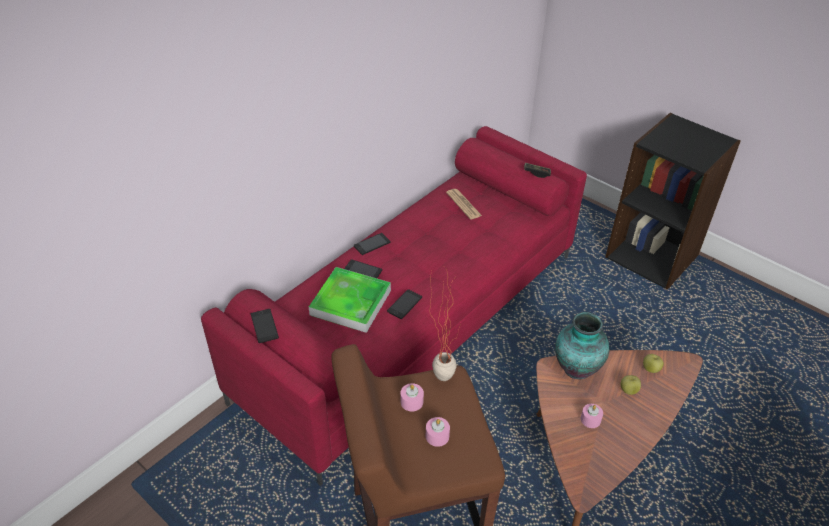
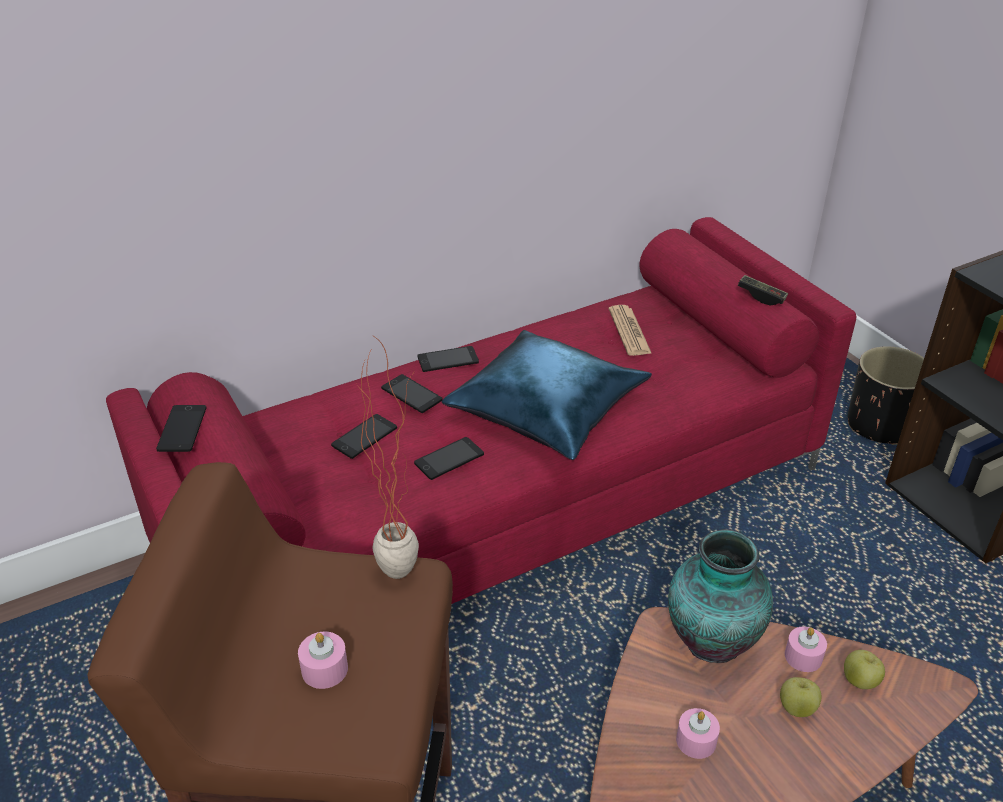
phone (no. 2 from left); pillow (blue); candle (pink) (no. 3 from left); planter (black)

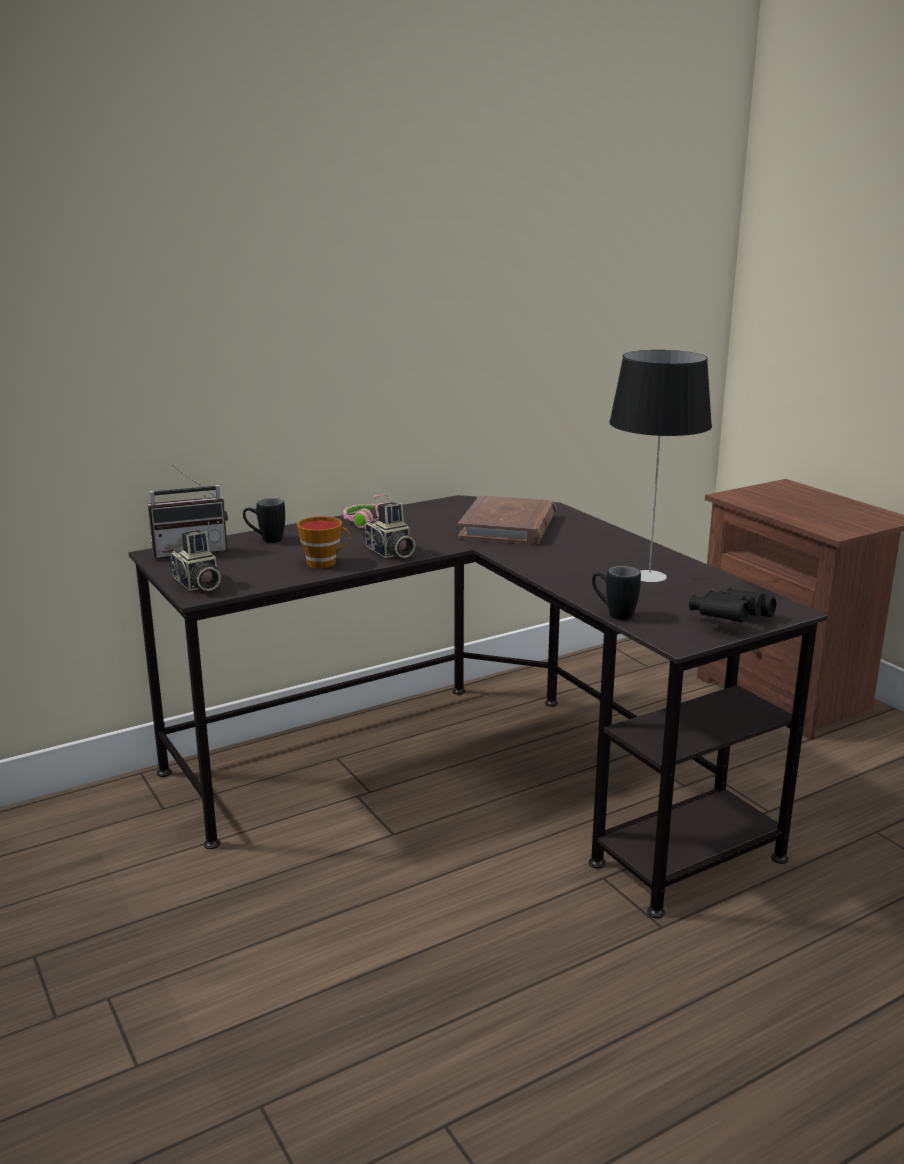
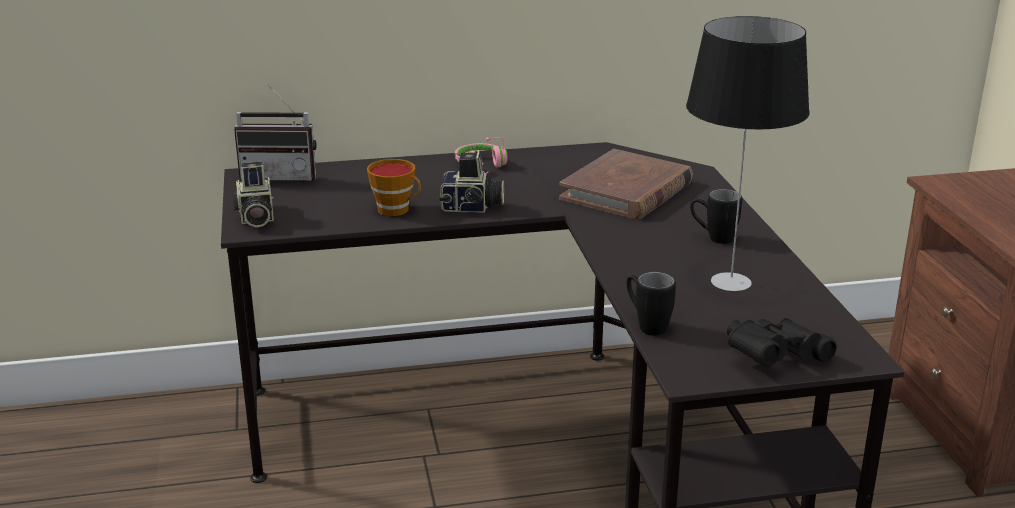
photo camera (no. 2 from left); mug (black) (no. 2 from left)

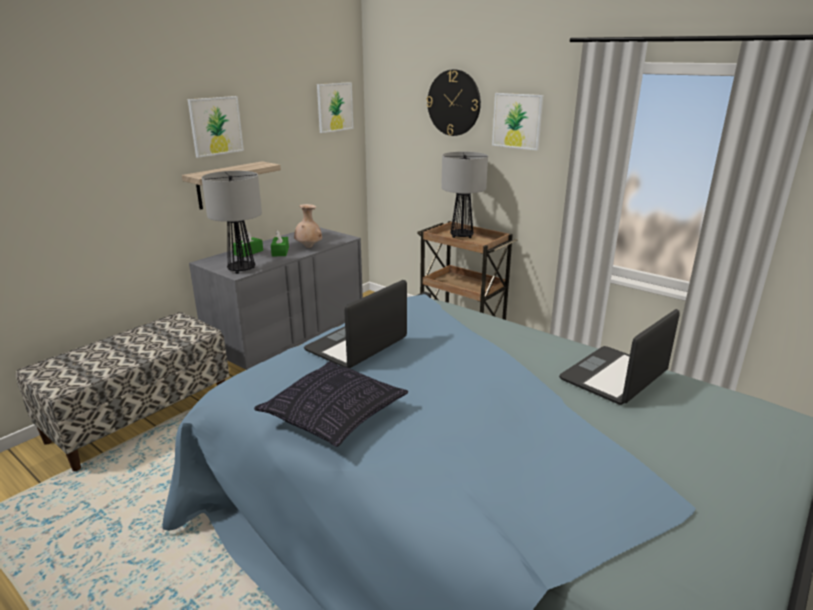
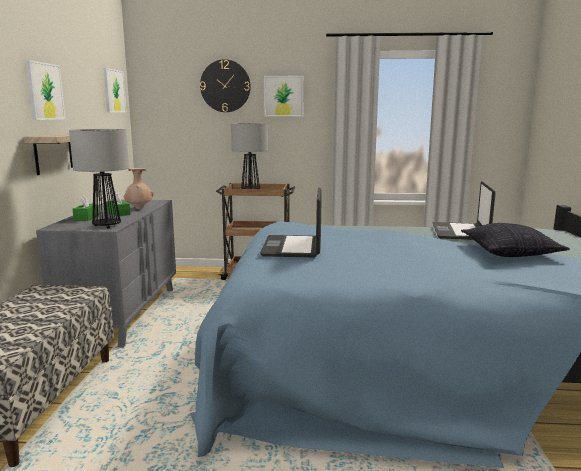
pillow

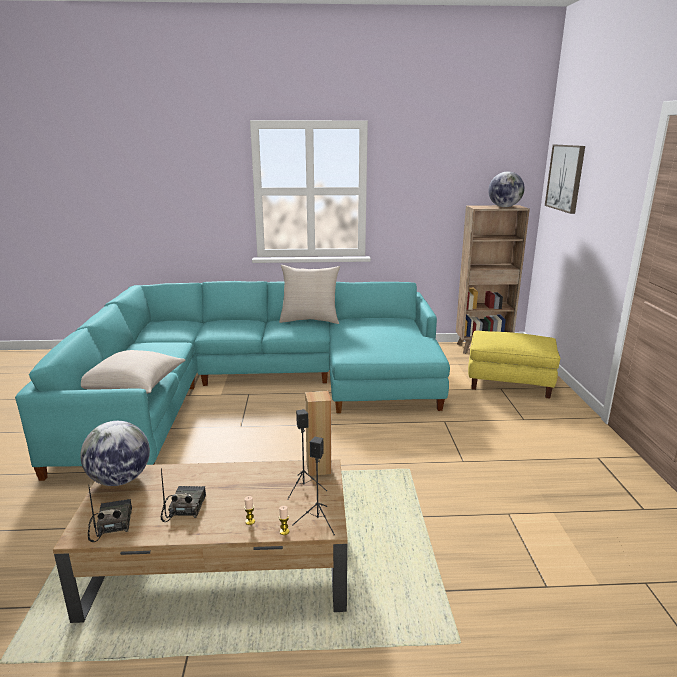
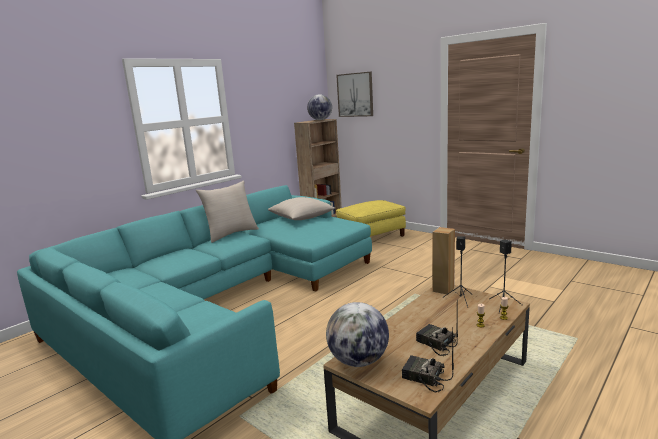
pillow (beige) (no. 2 from left)

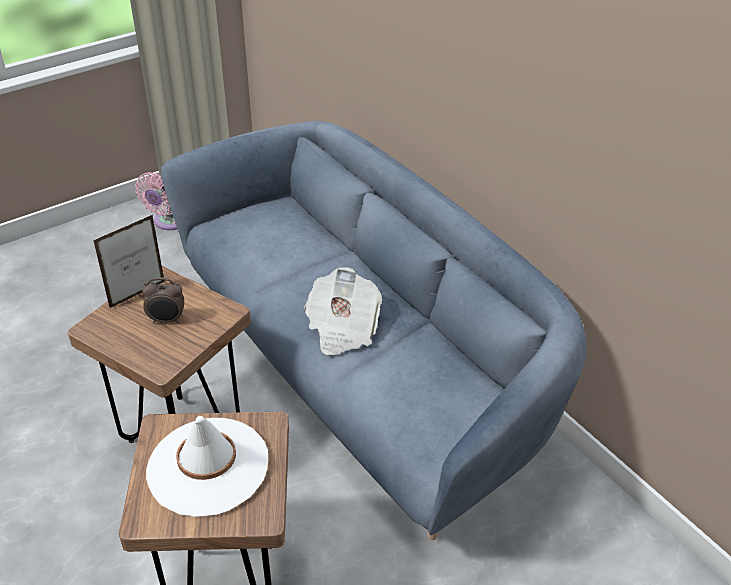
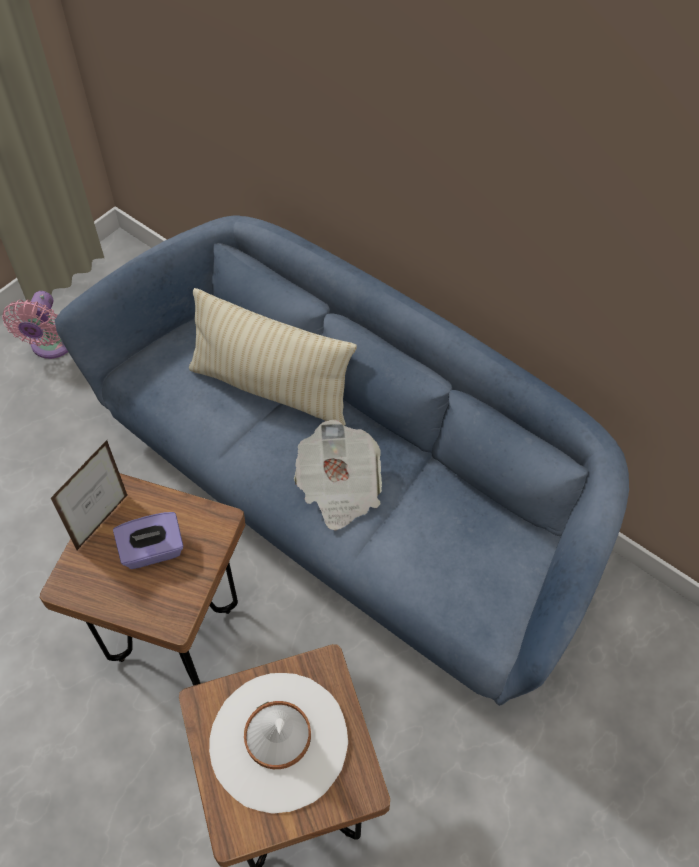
tissue box (purple); pillow (beige)

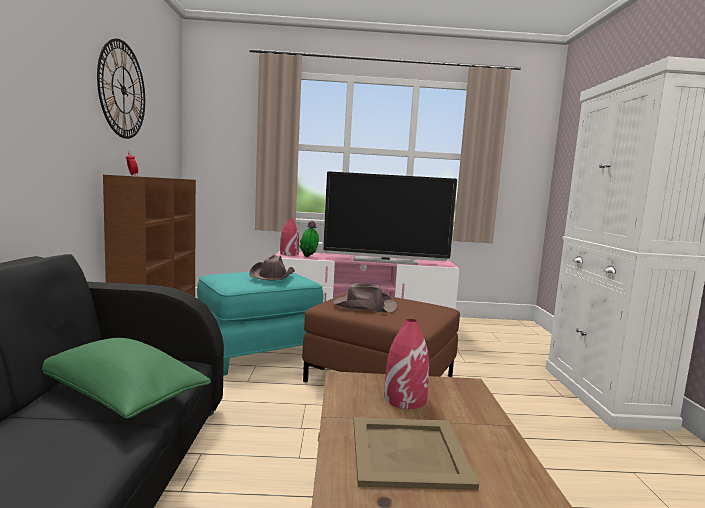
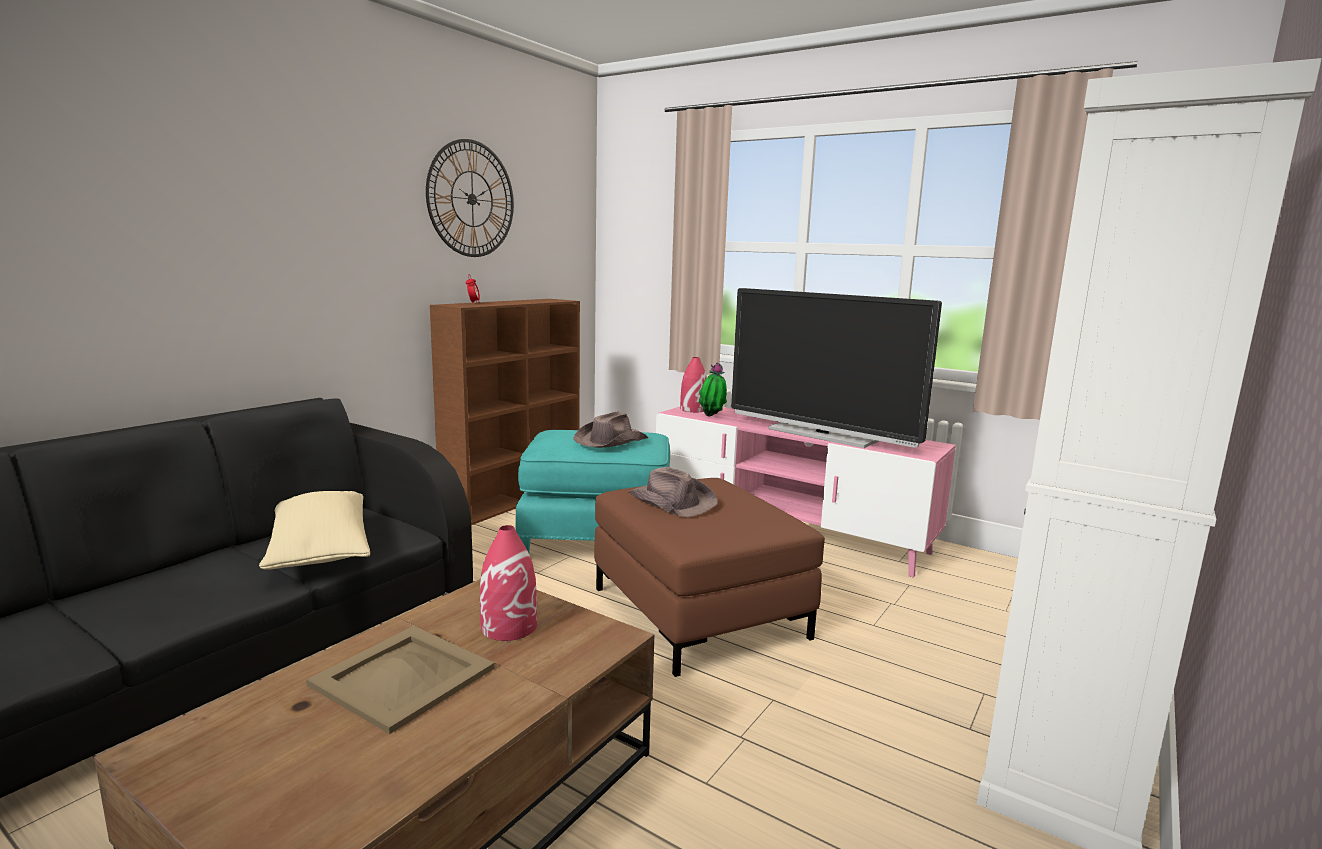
pillow (beige)

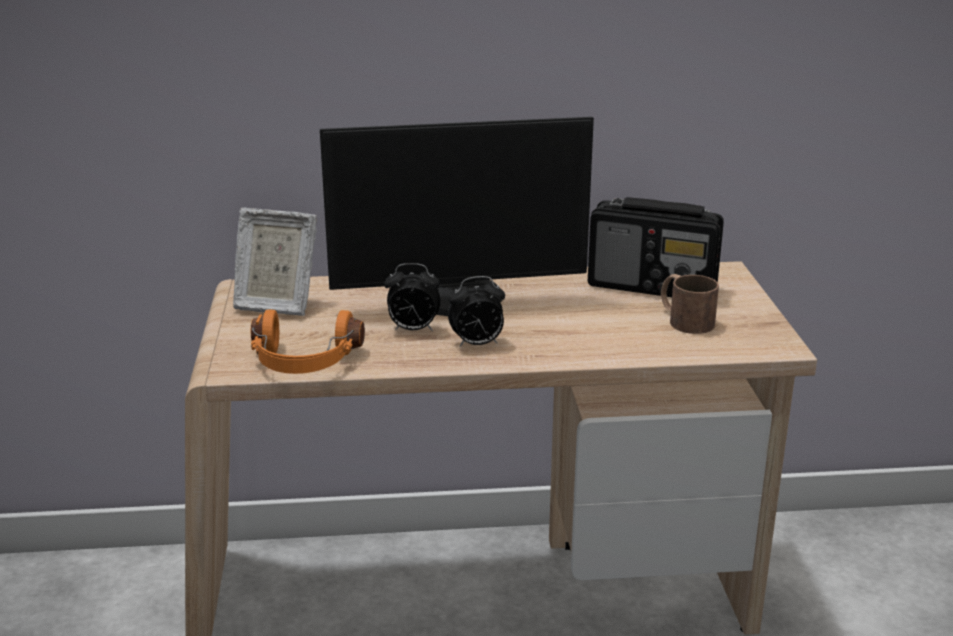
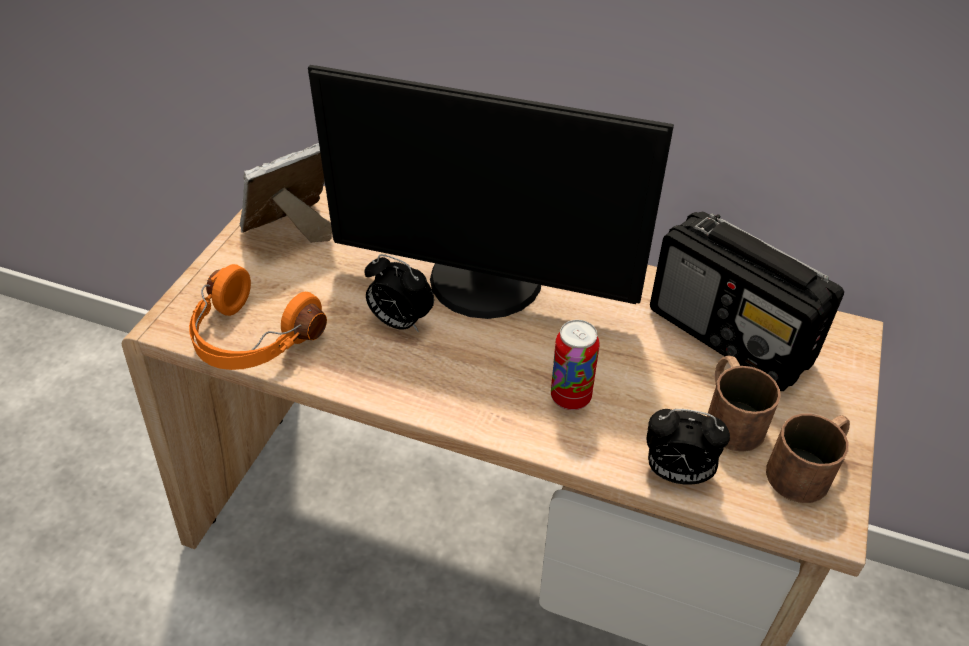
picture frame; can; alarm clock (no. 2 from left); mug (brown) (no. 2 from left)

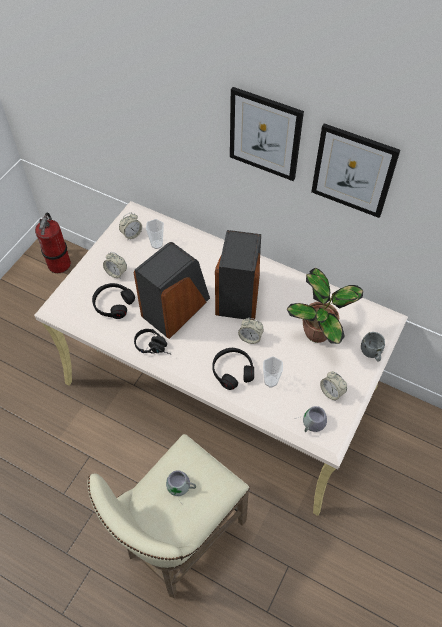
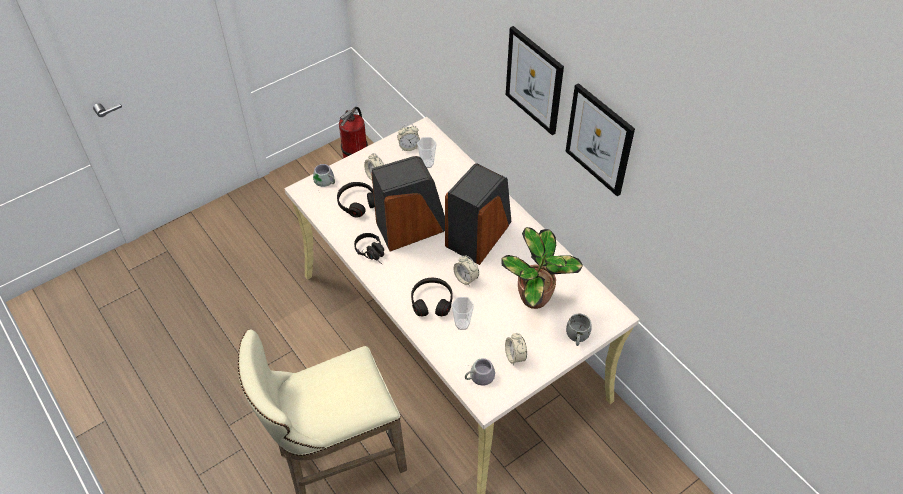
mug (grey) (no. 1 from left)

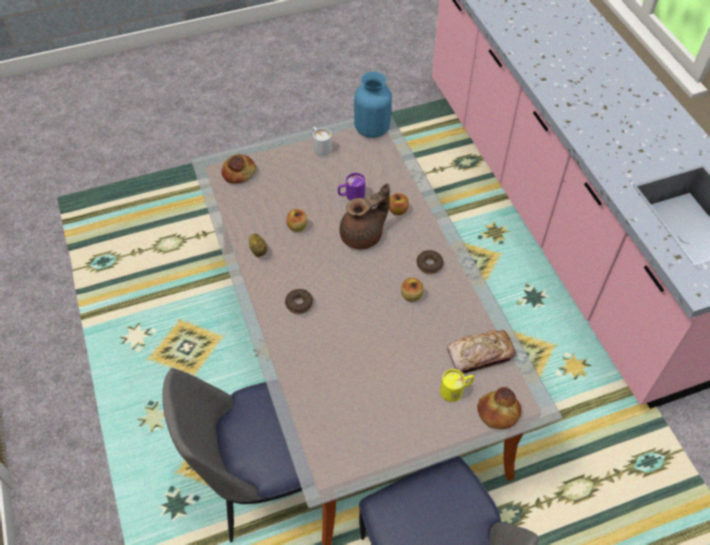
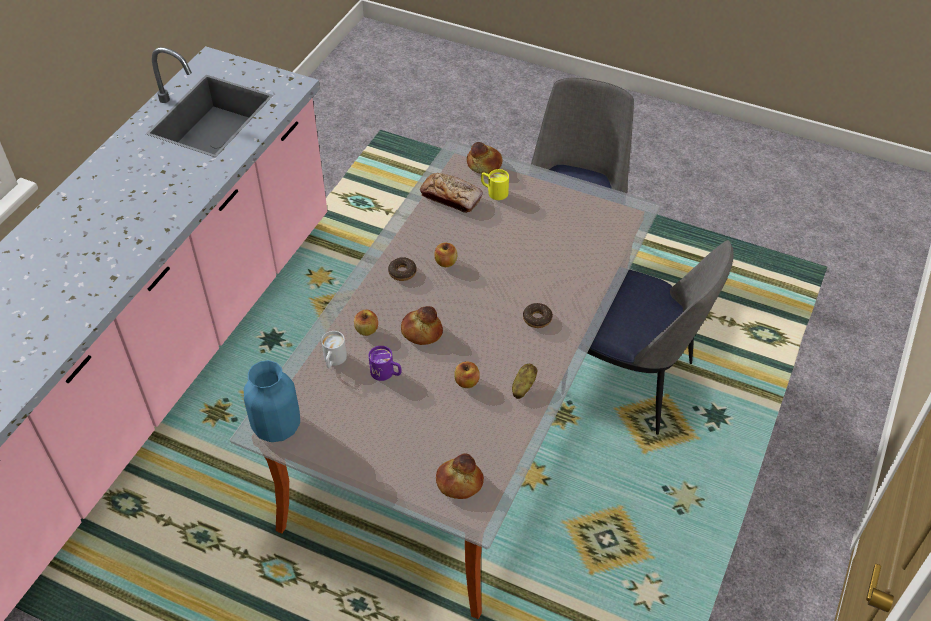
mug (white); bread (no. 1 from left)

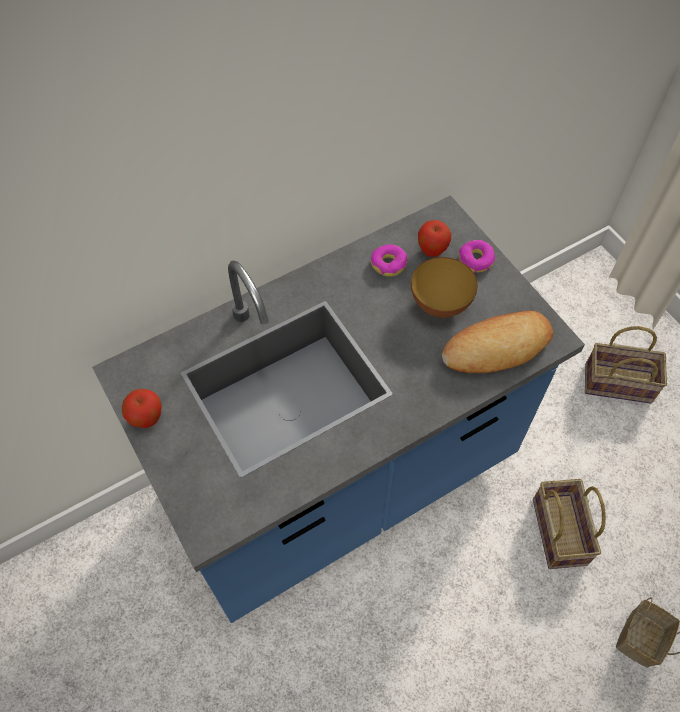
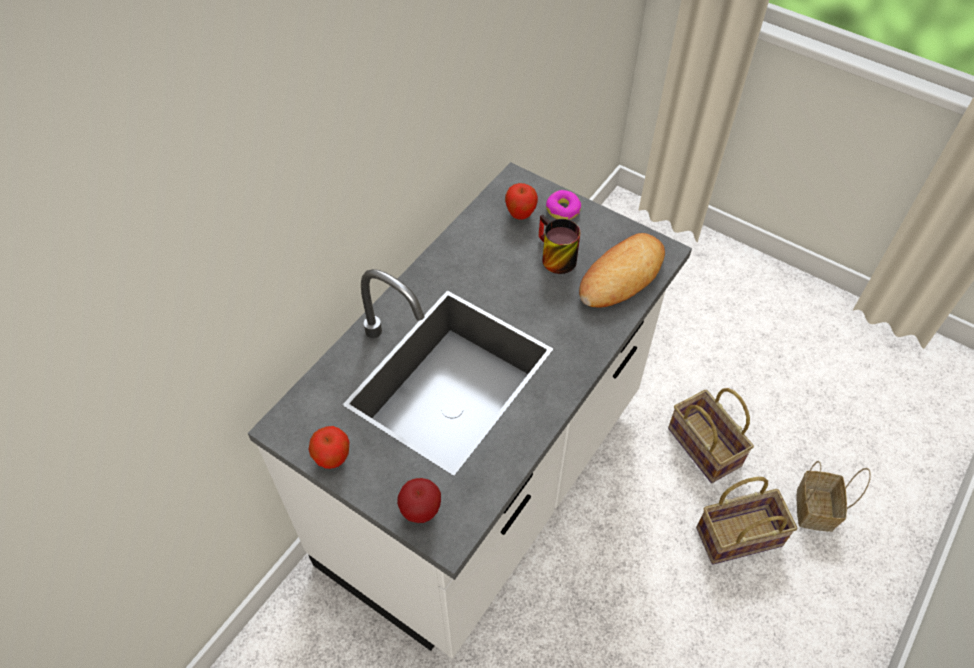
counter (white); apple (no. 2 from left); mug; basket (no. 2 from left); donut (no. 1 from left in the first image)

